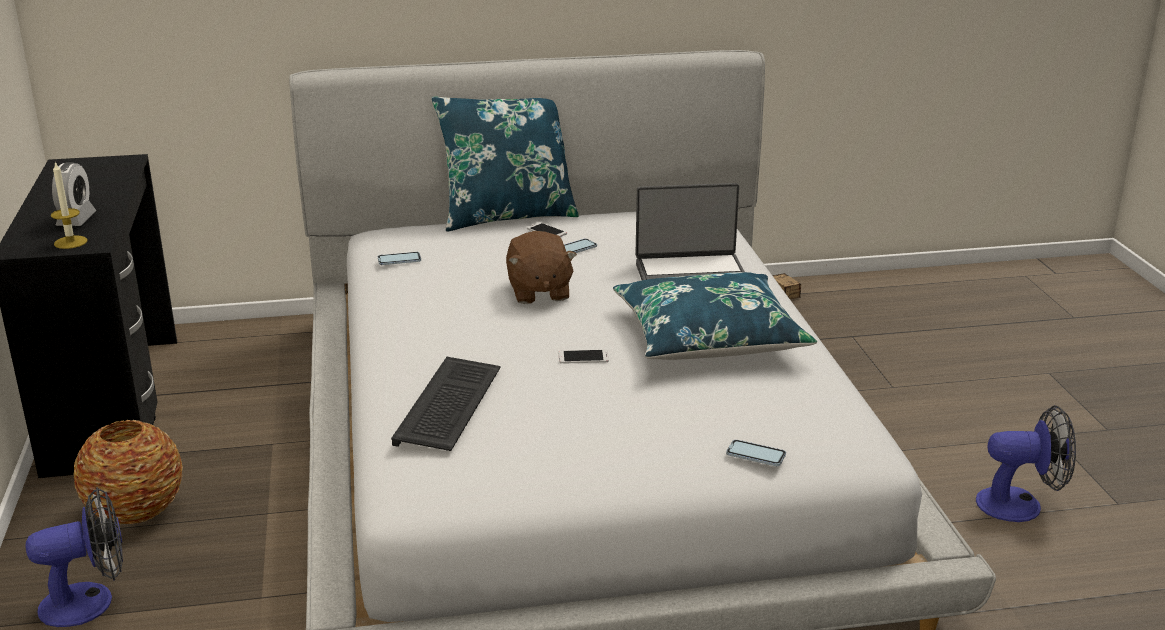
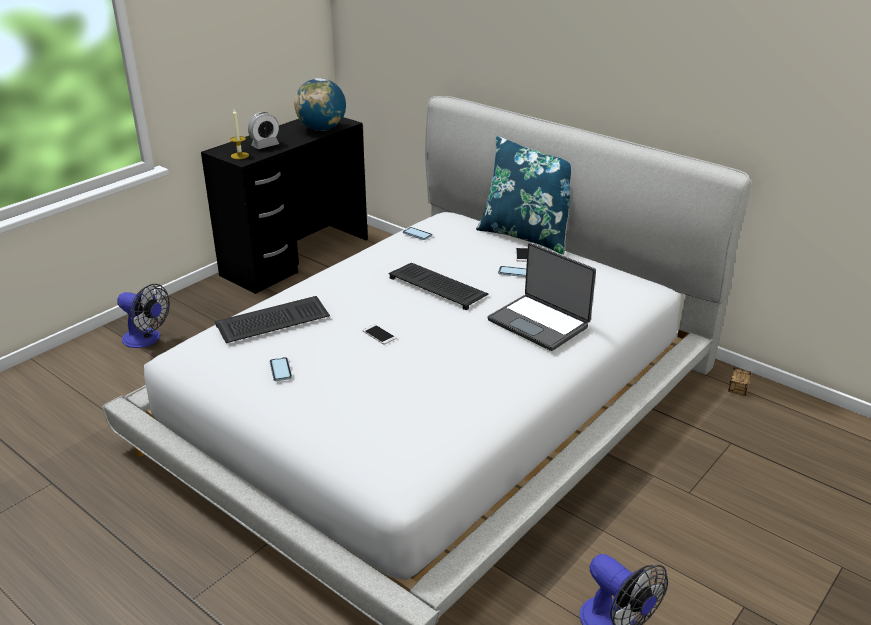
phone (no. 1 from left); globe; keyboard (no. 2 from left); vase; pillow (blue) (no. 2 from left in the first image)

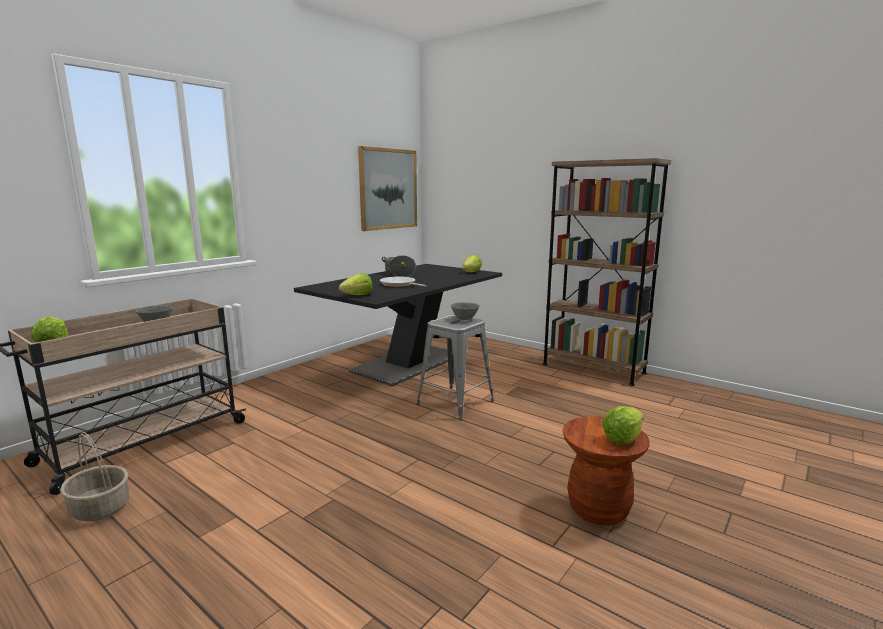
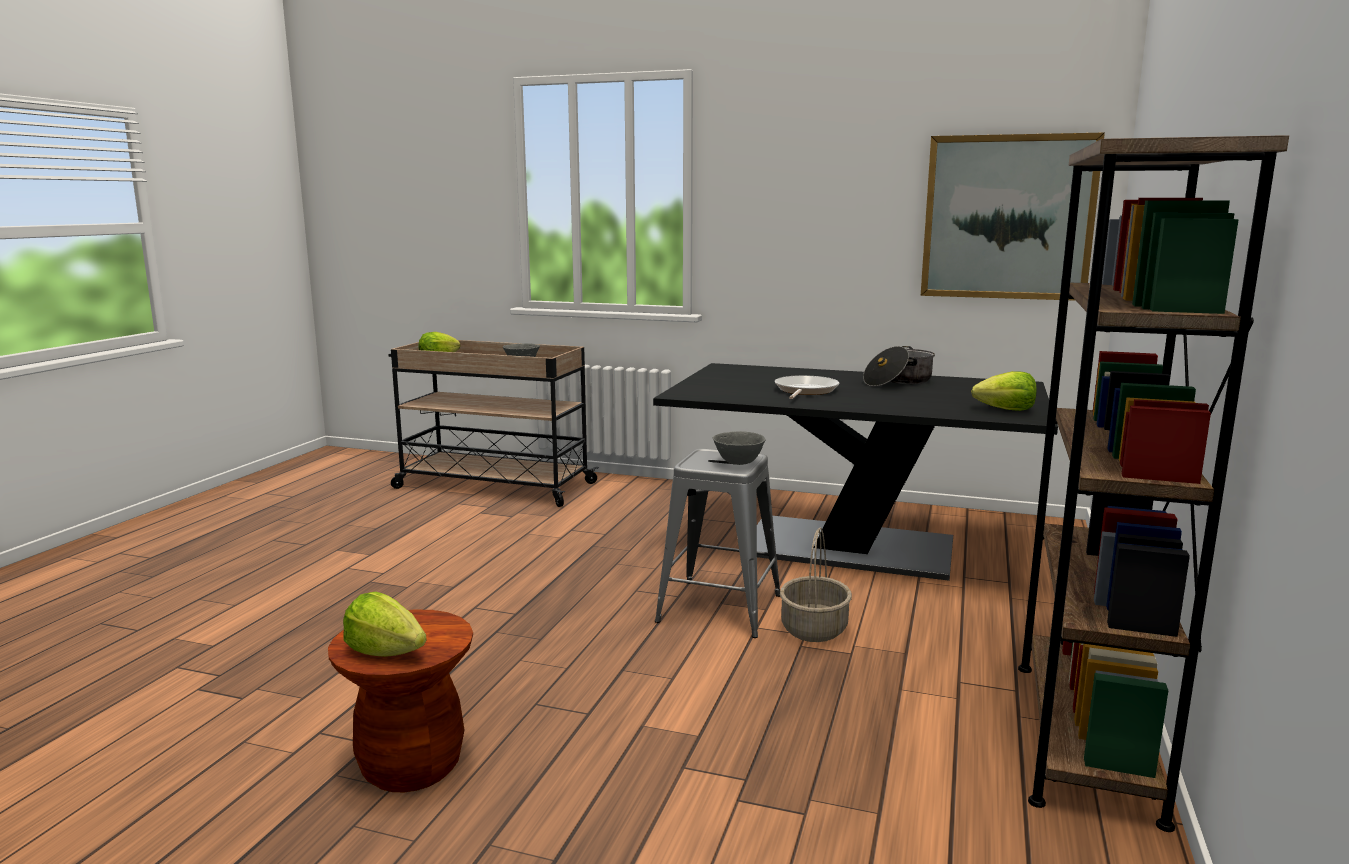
basket; lettuce (no. 2 from left in the first image)

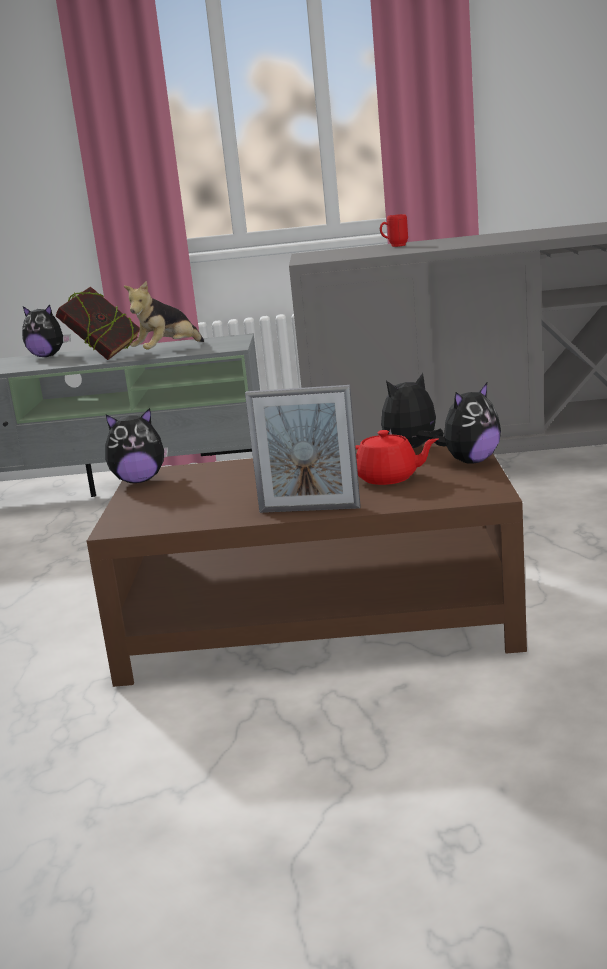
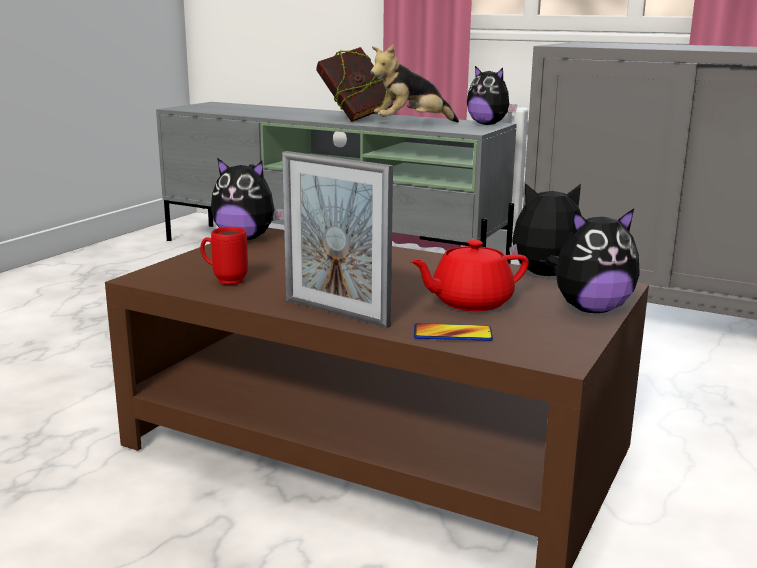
mug (red); teapot (red); phone; plush toy (no. 3 from left)

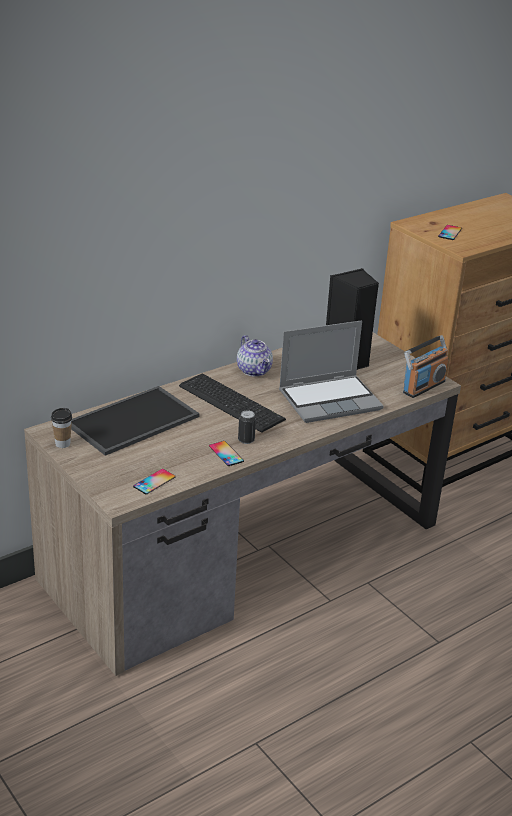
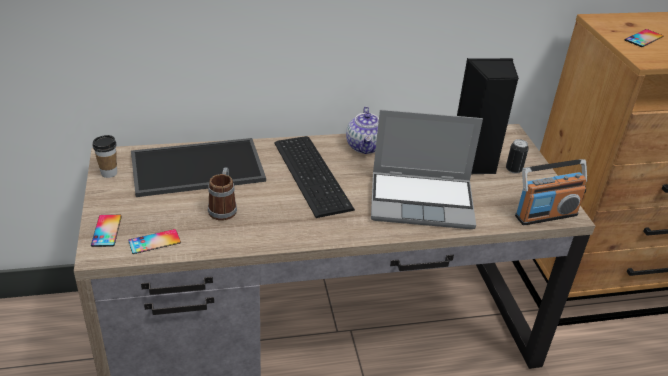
phone (no. 1 from left); mug; can

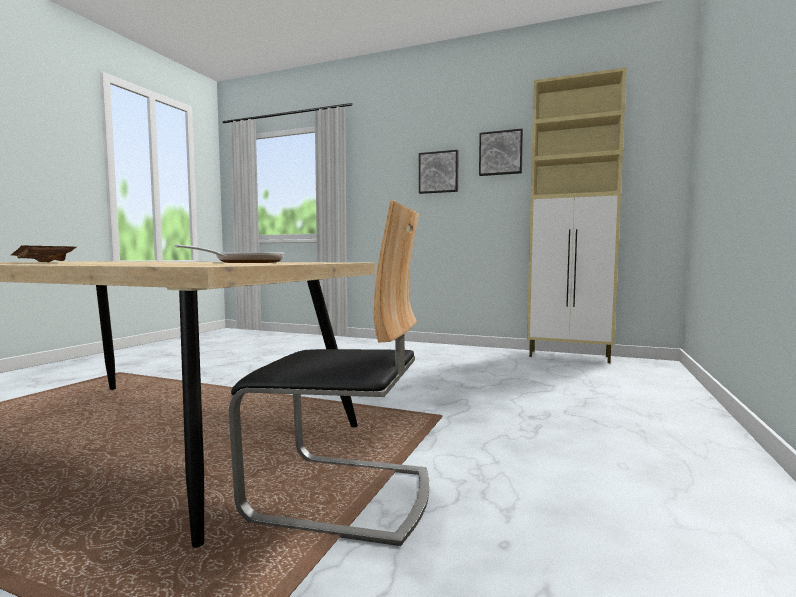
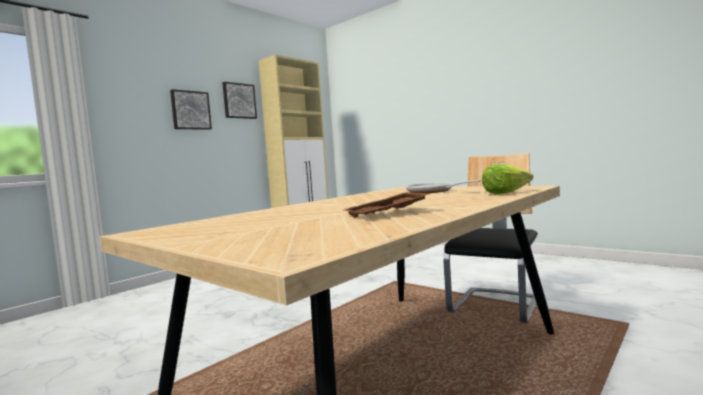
lettuce

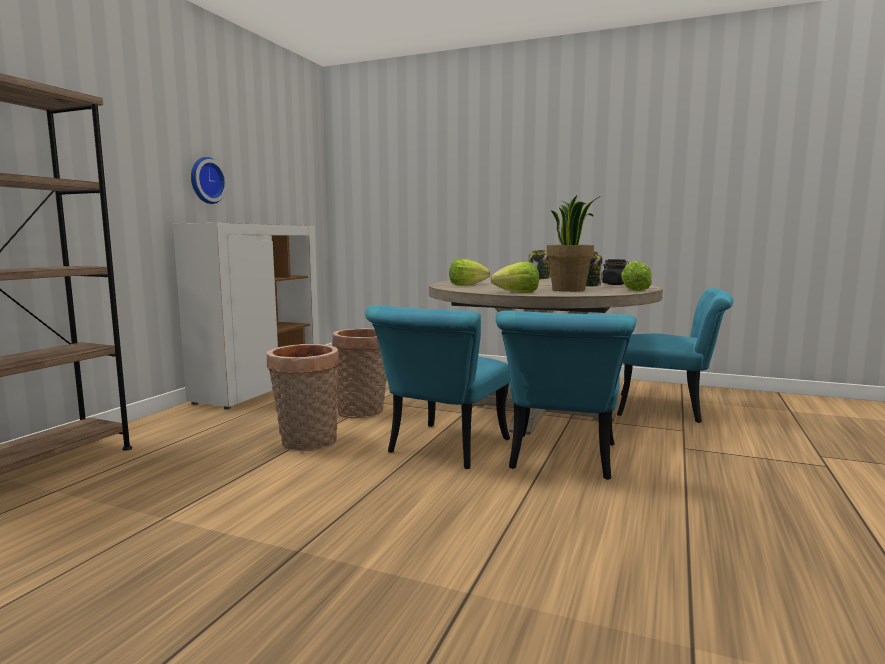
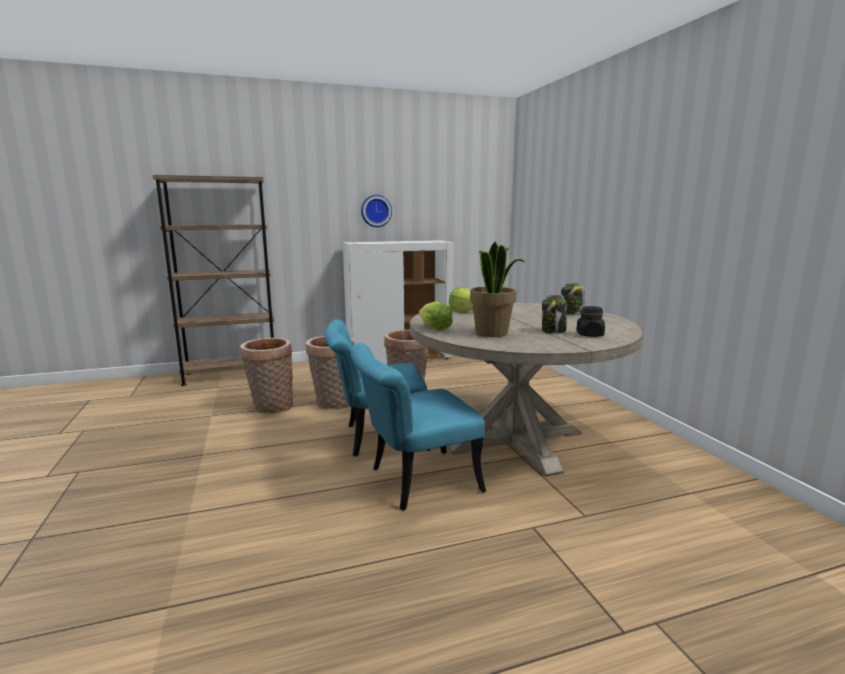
basket (no. 1 from left); chair (turquoise) (no. 3 from left in the first image); lettuce (no. 3 from left in the first image)

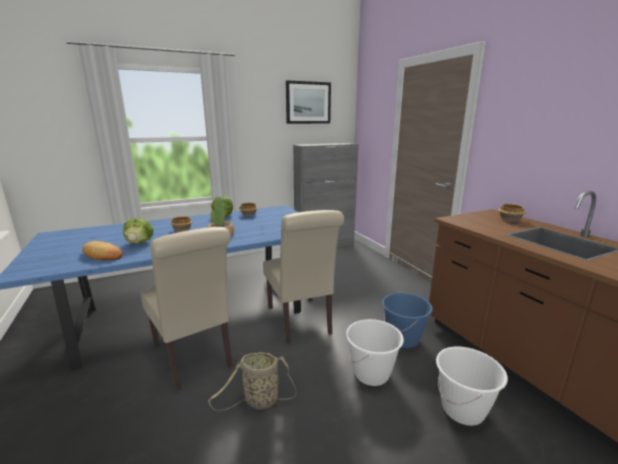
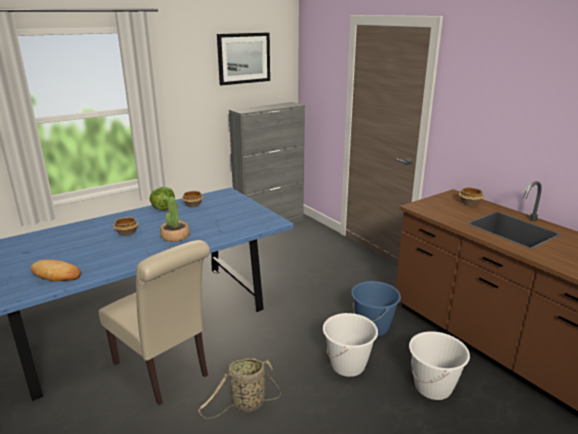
lettuce (no. 1 from left in the first image); chair (beige) (no. 2 from left in the first image)

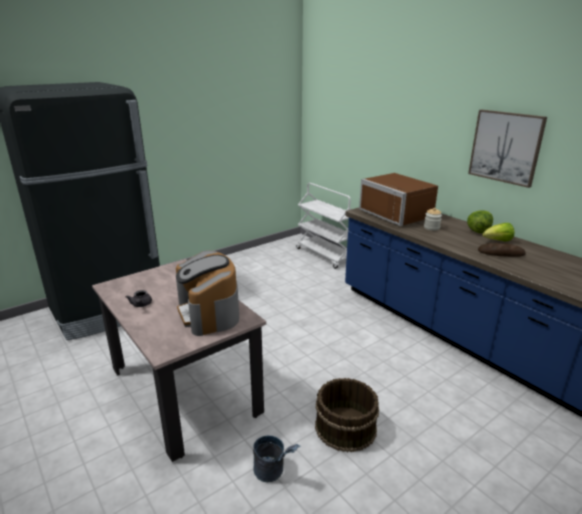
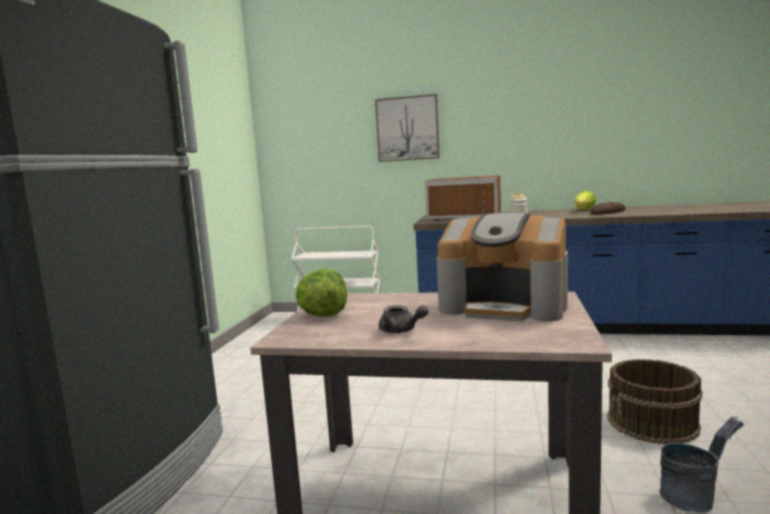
lettuce (no. 1 from left); picture

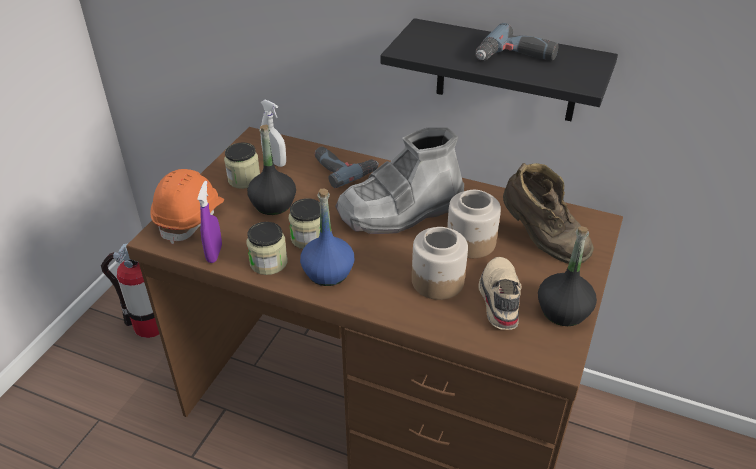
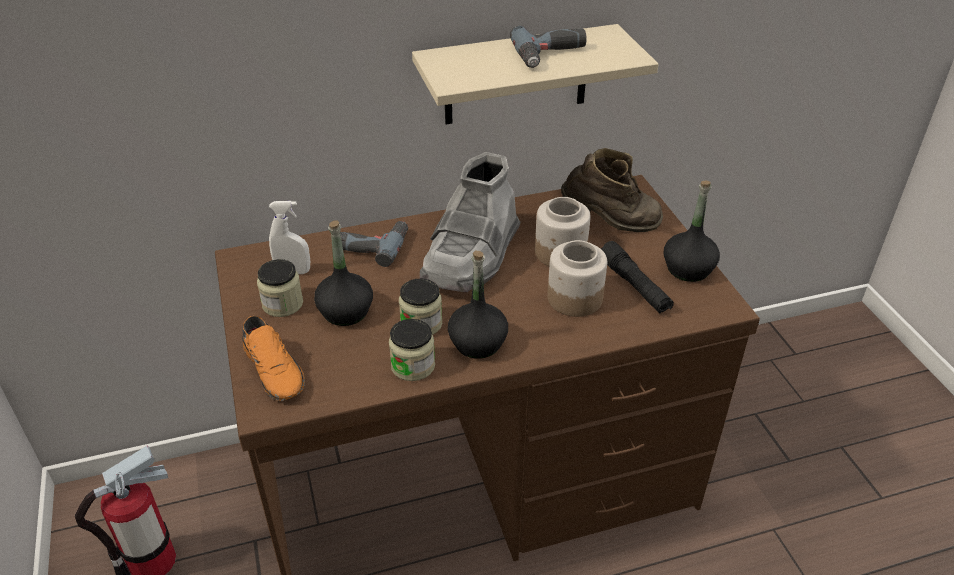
shoe (orange); shelf (beige); bottle (black) (no. 2 from left); flashlight (black); spray bottle (purple)

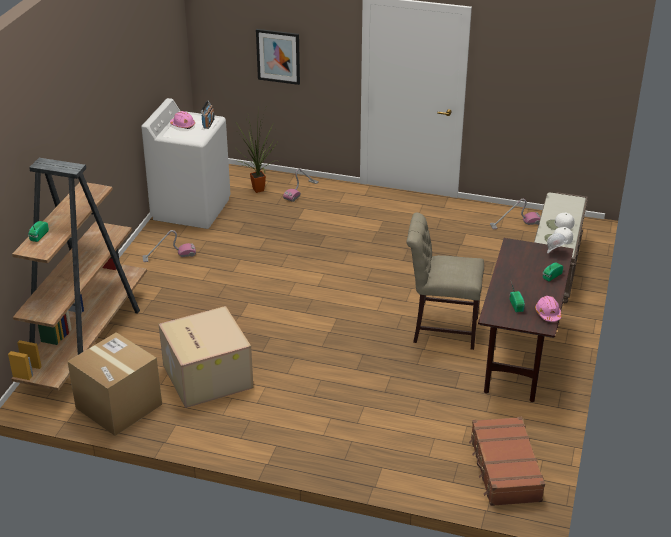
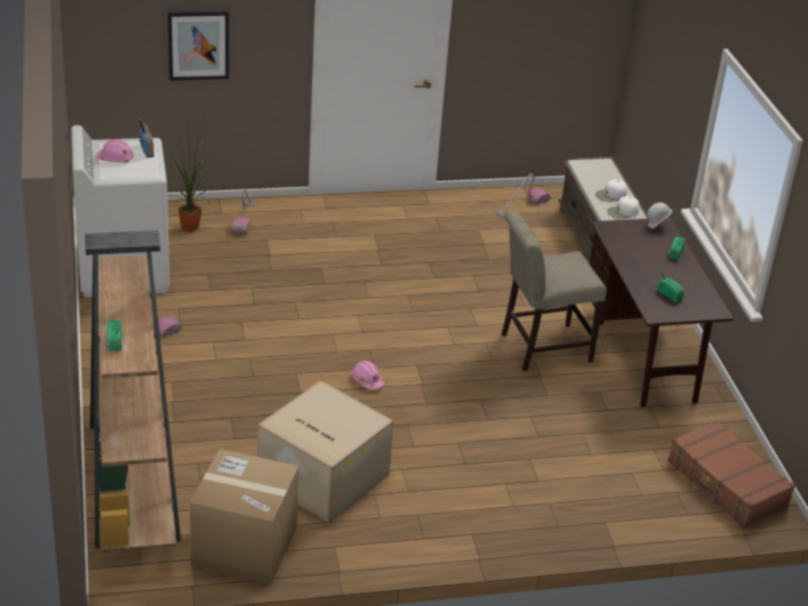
hard hat (pink) (no. 2 from left)

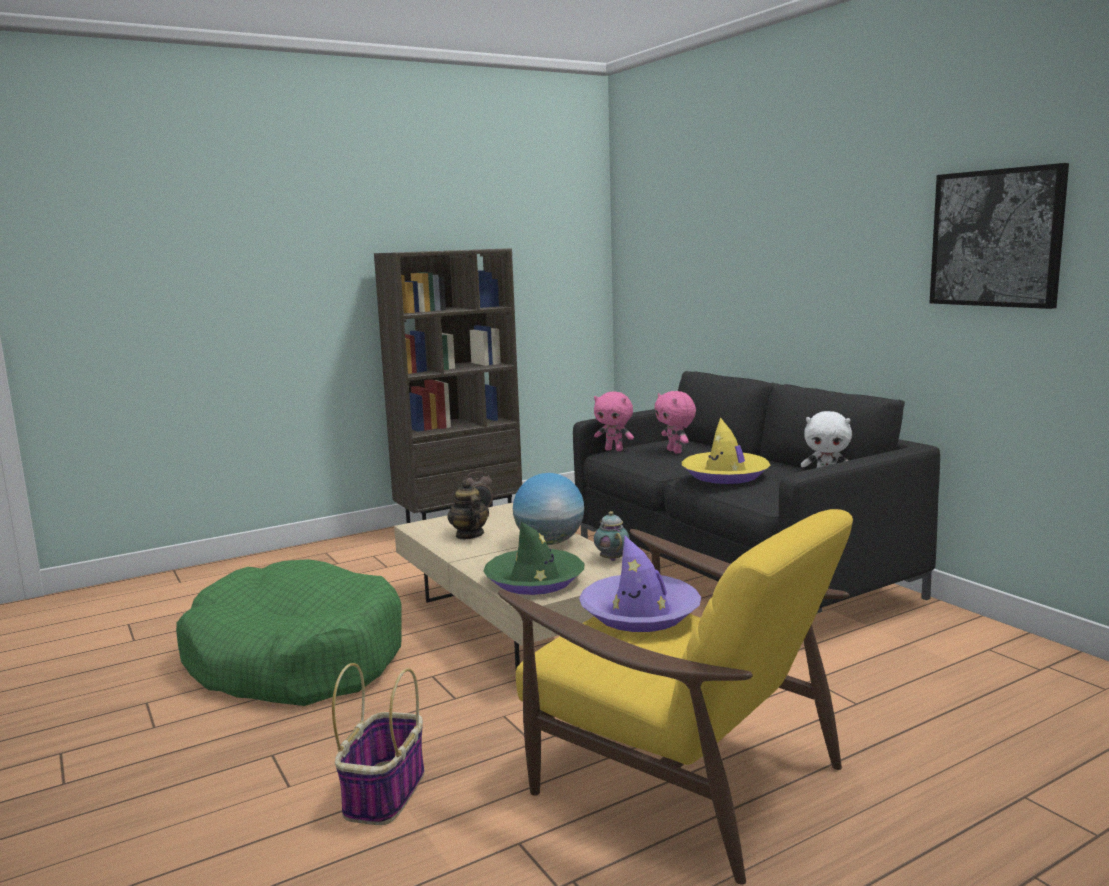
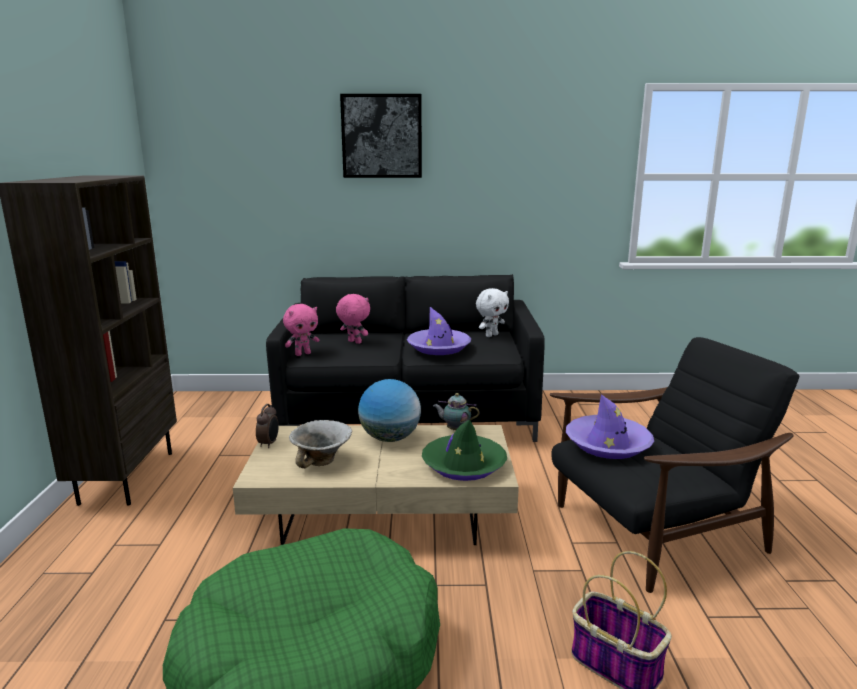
bowl; plush toy (pink) (no. 2 from left); picture; hat (purple) (no. 1 from left); armchair (black)

